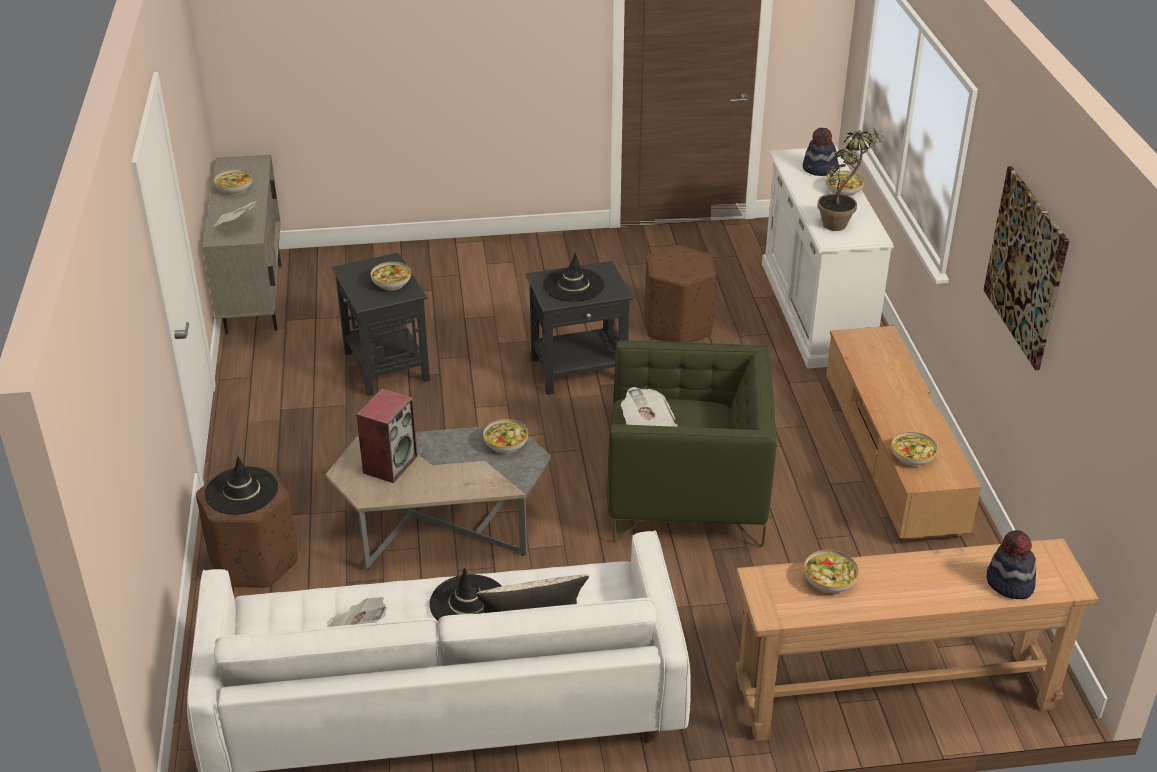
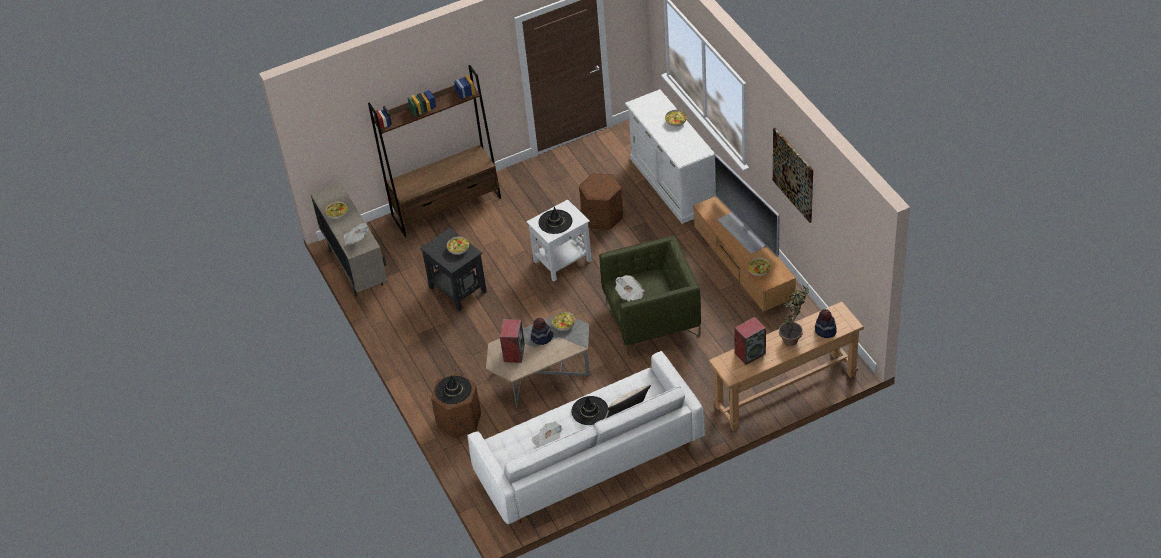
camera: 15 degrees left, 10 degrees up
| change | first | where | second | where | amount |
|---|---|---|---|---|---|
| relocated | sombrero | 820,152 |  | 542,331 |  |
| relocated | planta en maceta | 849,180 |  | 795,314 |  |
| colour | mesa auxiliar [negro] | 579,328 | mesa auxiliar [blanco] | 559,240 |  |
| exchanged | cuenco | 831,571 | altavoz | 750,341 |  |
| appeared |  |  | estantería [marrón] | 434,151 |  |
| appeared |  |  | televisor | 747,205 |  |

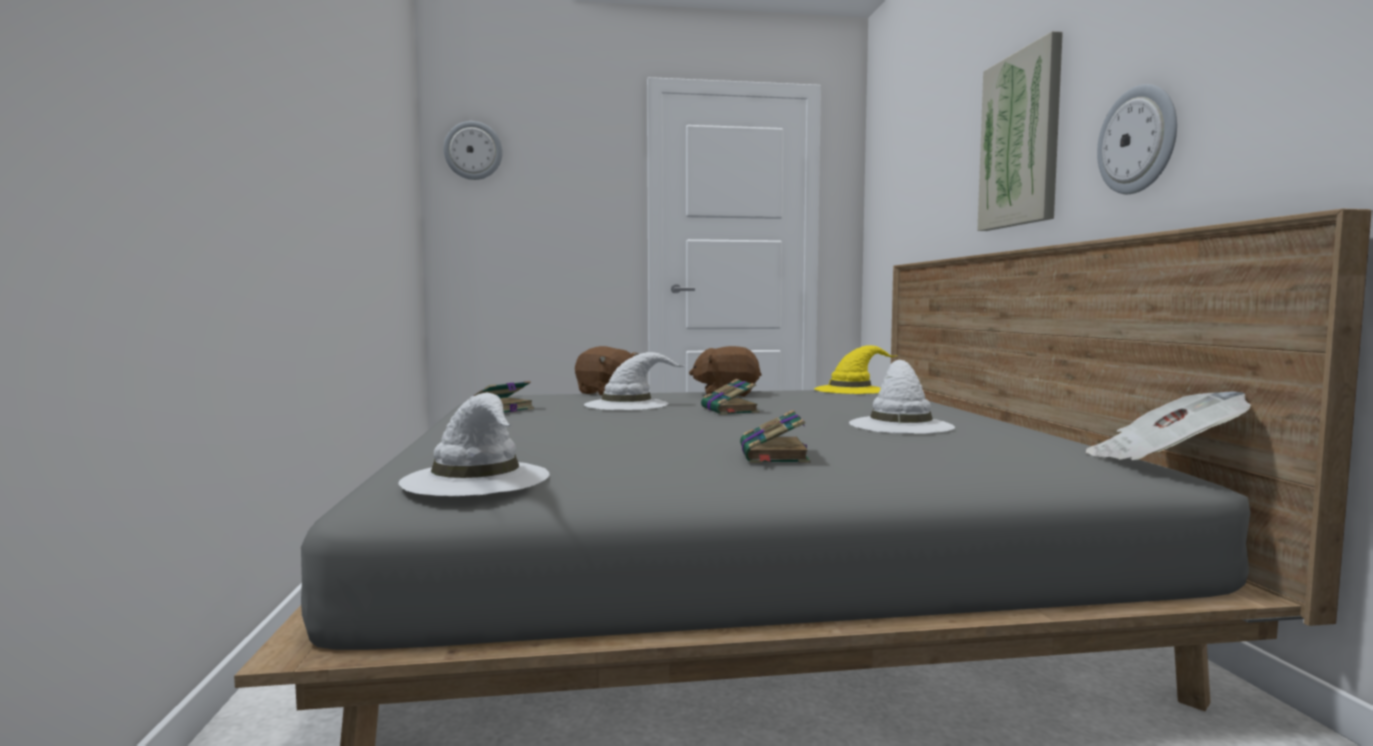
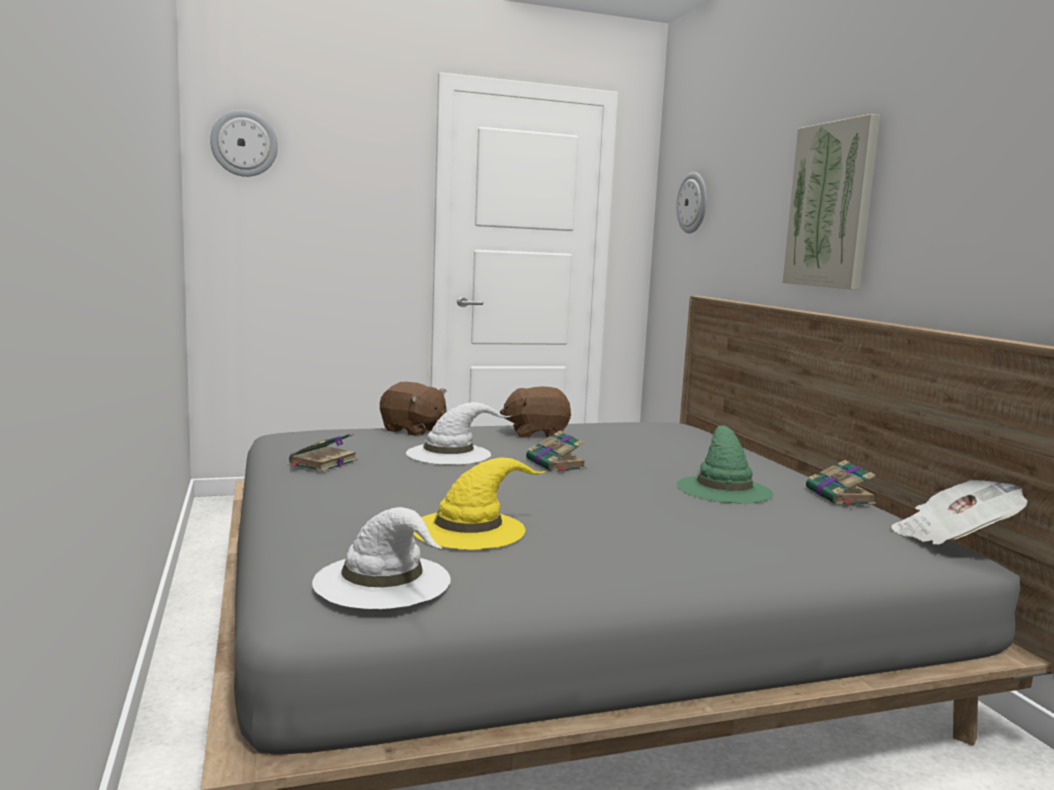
camera: 10 degrees left, 5 degrees up
| change | first | where | second | where | amount |
|---|---|---|---|---|---|
| relocated | reloj de pared | 1137,139 |  | 691,202 |  |
| relocated | sombrero [amarillo] | 855,369 |  | 480,503 |  |
| colour | sombrero [blanco] | 902,397 | sombrero [verde] | 725,464 |  |
| relocated | libro | 775,436 |  | 841,482 |  |

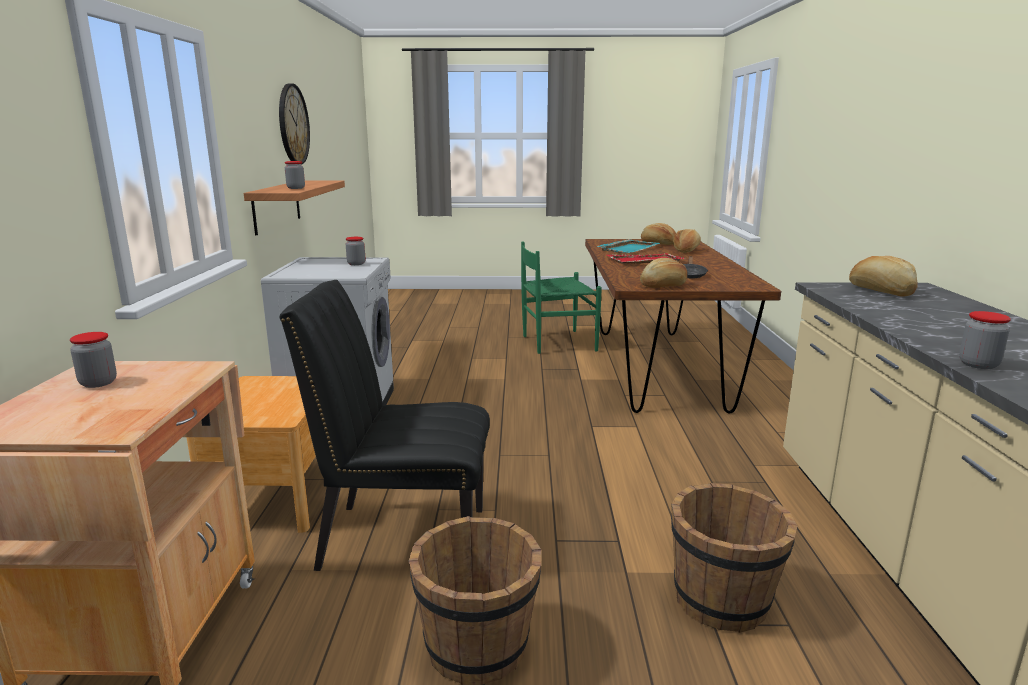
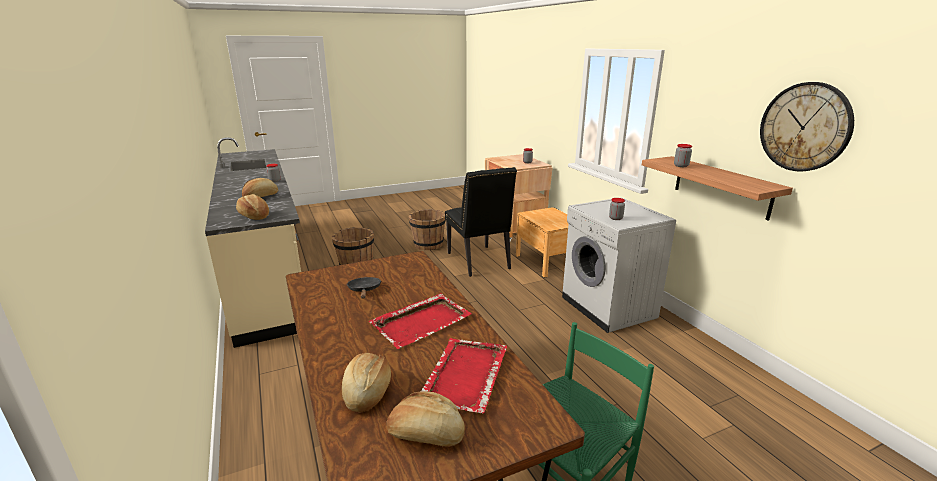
camera: 155 degrees right, 5 degrees up
| change | first | where | second | where | amount |
|---|---|---|---|---|---|
| colour | bandeja [turquesa] | 628,246 | bandeja [rojo] | 464,375 |  |
| relocated | pan | 663,273 |  | 260,187 |  |
| spun | silla [negro] | 385,425 |  | 481,222 | 90 degrees clockwise |

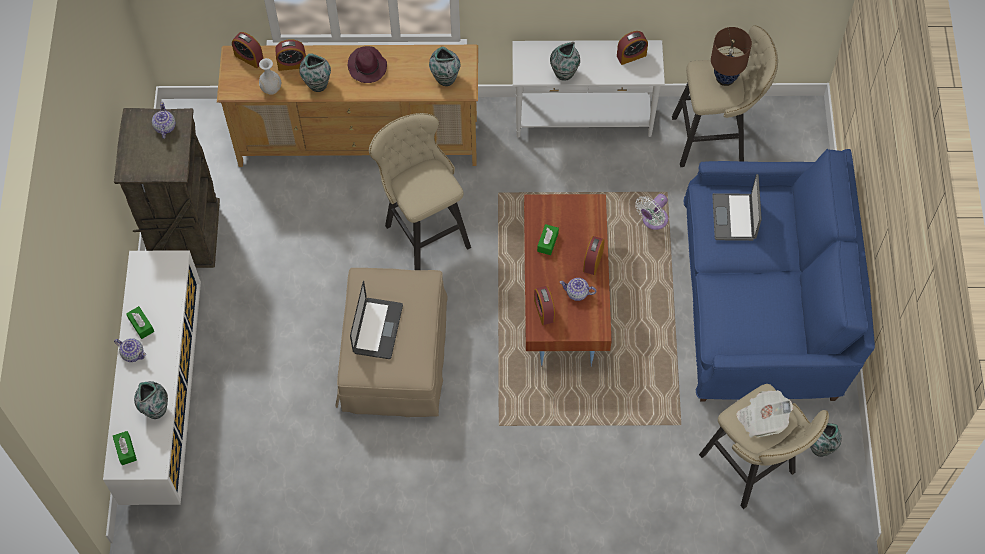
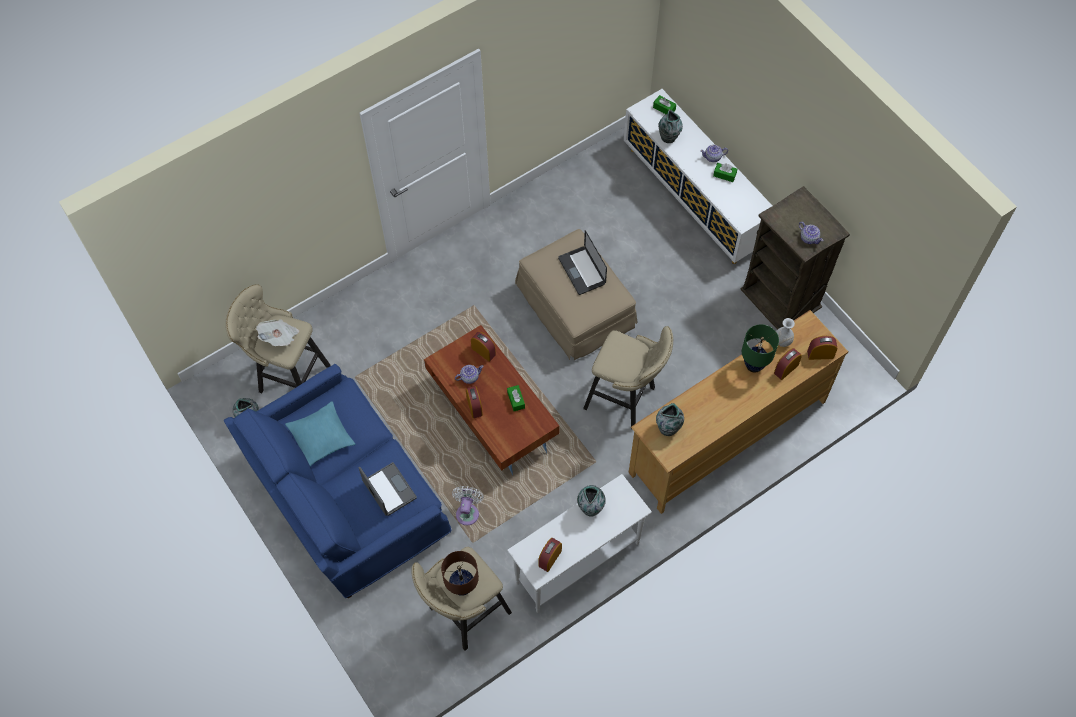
camera: 145 degrees right, 0 degrees up
| change | first | where | second | where | amount |
|---|---|---|---|---|---|
| missing | sombrero [morado] | 367,64 |  |  |  |
| exchanged | florero | 315,72 | lámpara de mesa [verde] | 760,348 |  |
| appeared |  |  | cojín [turquesa] | 320,433 |  |

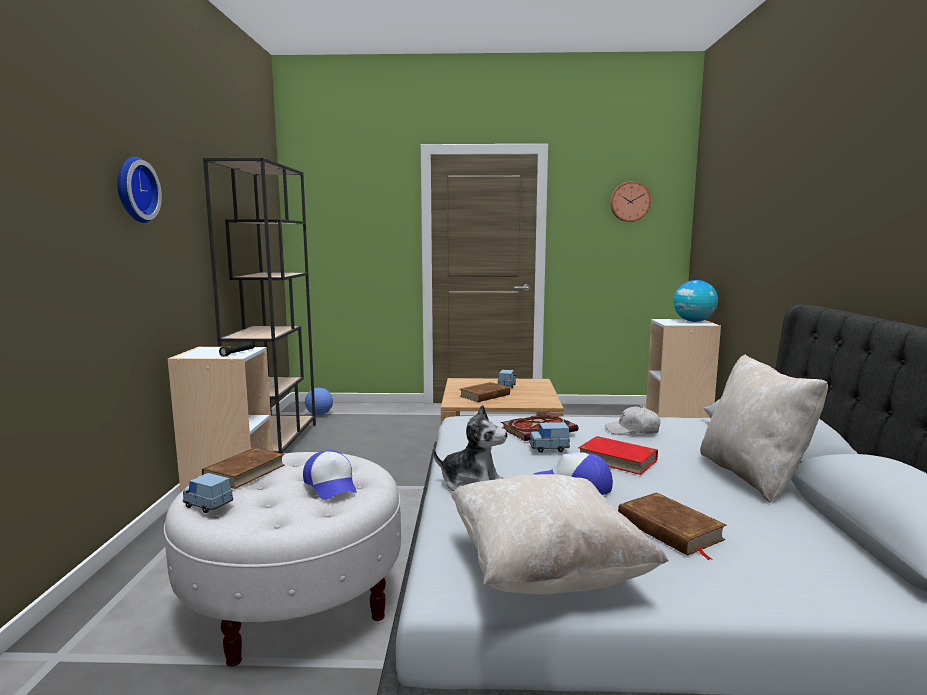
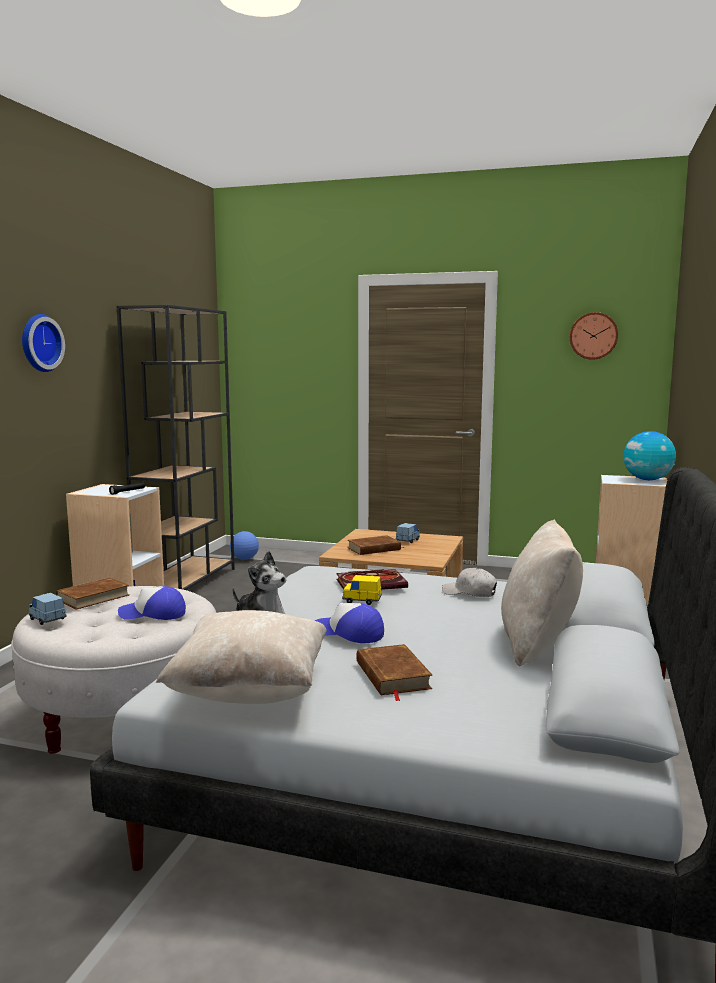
camera: 15 degrees right, 0 degrees up
| change | first | where | second | where | amount |
|---|---|---|---|---|---|
| colour | coche de juguete [azul] | 549,437 | coche de juguete [amarillo] | 362,590 |  |
| missing | libro [rojo] | 618,455 |  |  |  |
| spun | gorra | 330,475 |  | 152,603 | 105 degrees clockwise |

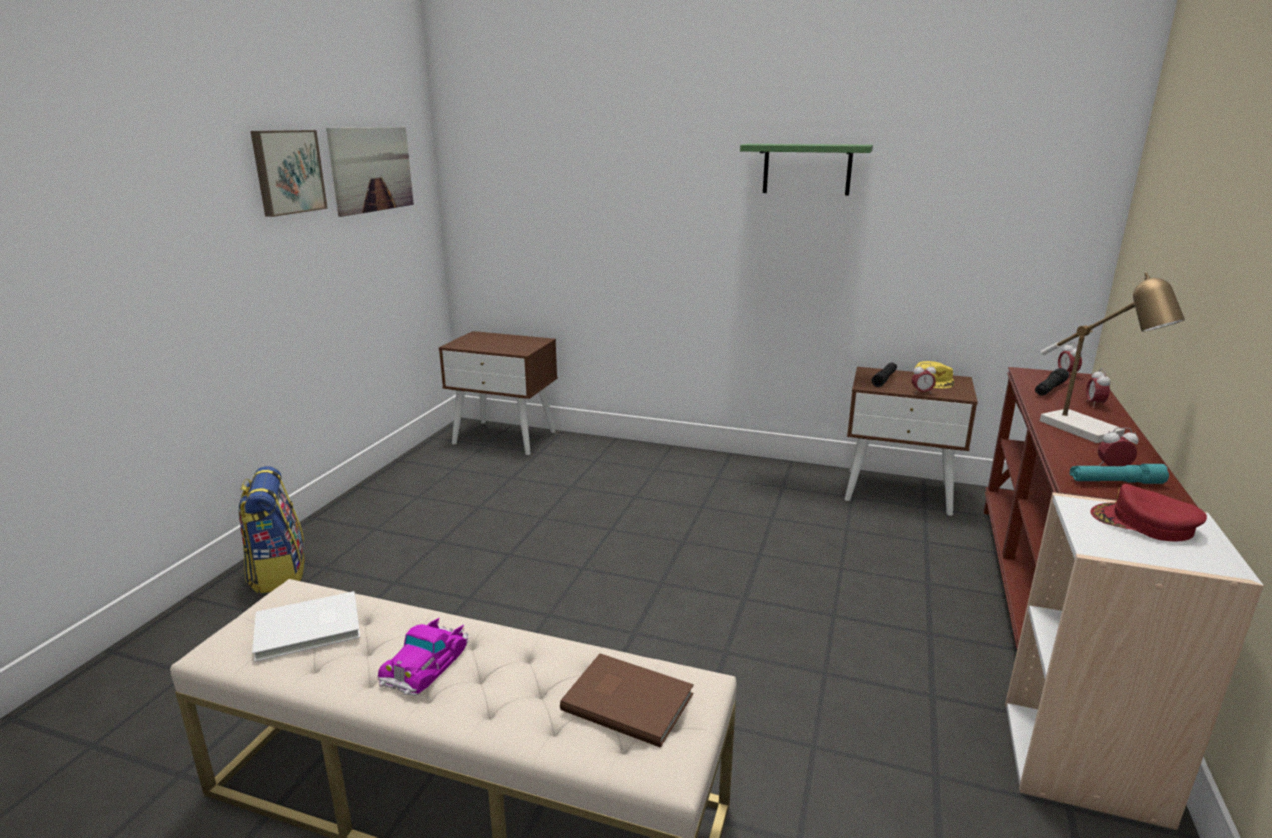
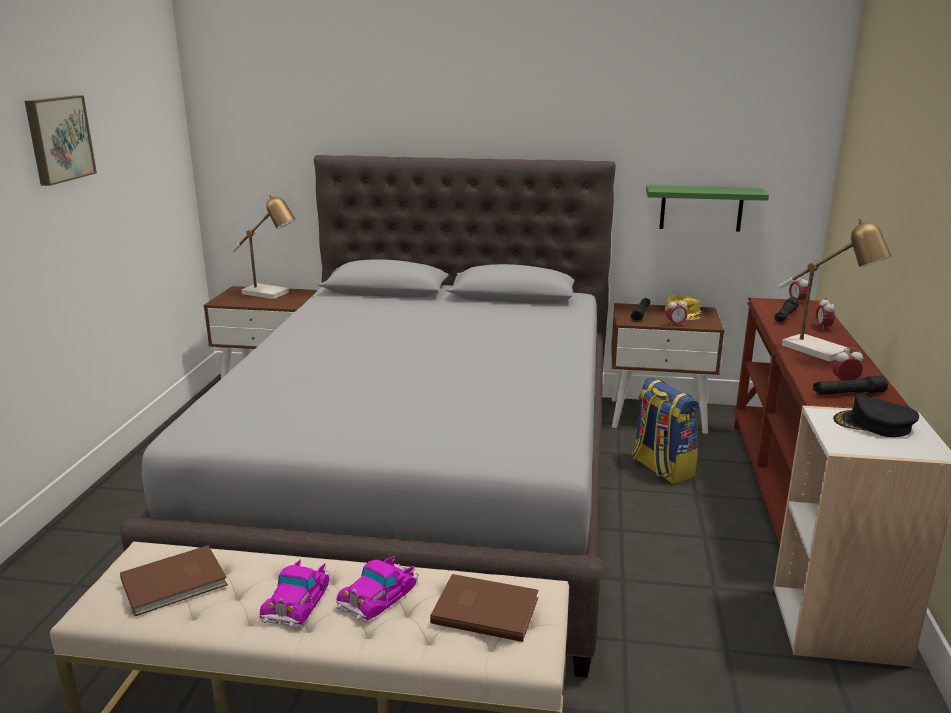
camera: 10 degrees left, 0 degrees up
| change | first | where | second | where | amount |
|---|---|---|---|---|---|
| missing | cuadro | 370,172 |  |  |  |
| relocated | estante [verde] | 806,169 |  | 707,208 |  |
| colour | linterna [turquesa] | 1119,474 | linterna [negro] | 850,385 |  |
| relocated | mochila | 271,529 |  | 665,430 |  |
| colour | gorra [rojo] | 1148,513 | gorra [negro] | 876,415 |  |
| colour | libro [blanco] | 306,626 | libro [marrón] | 174,580 |  |
| appeared |  |  | cama [gris] | 368,416 |  |
| appeared |  |  | lámpara de mesa | 263,246 |  |
| appeared |  |  | coche de juguete | 377,589 |  |

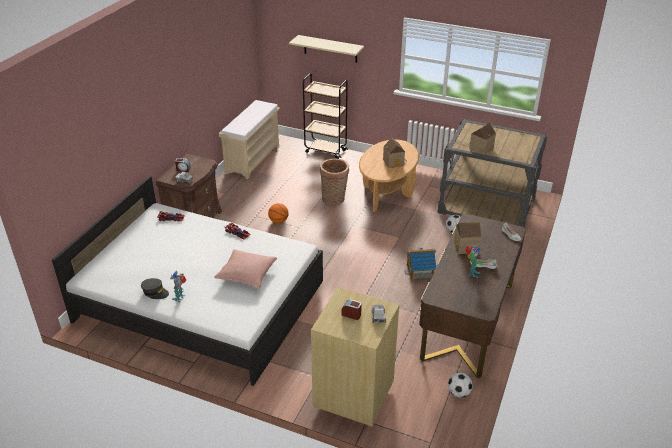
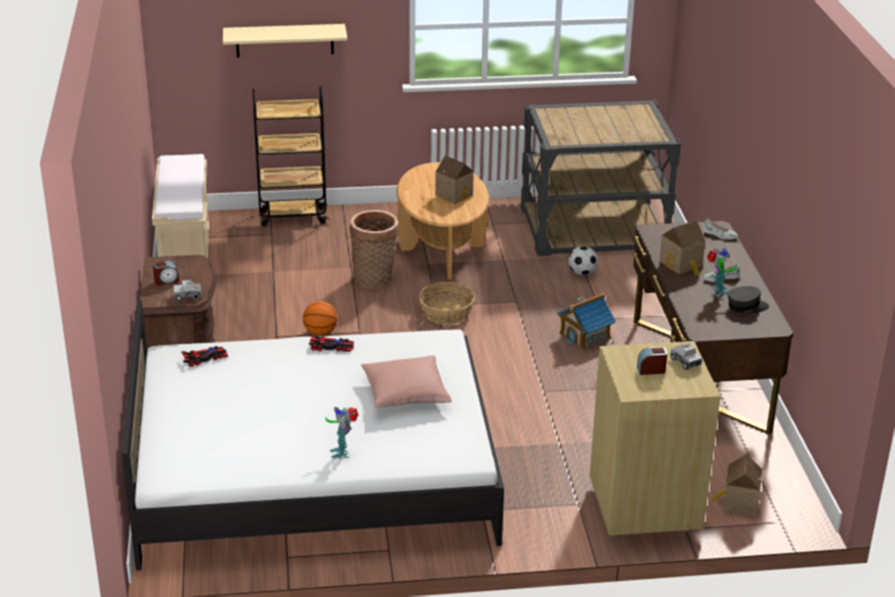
camera: 30 degrees left, 5 degrees down
| change | first | where | second | where | amount |
|---|---|---|---|---|---|
| relocated | casita | 482,139 |  | 737,485 |  |
| relocated | gorra [gris] | 155,288 |  | 748,300 |  |
| missing | balón de fútbol | 460,385 |  |  |  |
| appeared |  |  | cesta | 447,303 |  |

